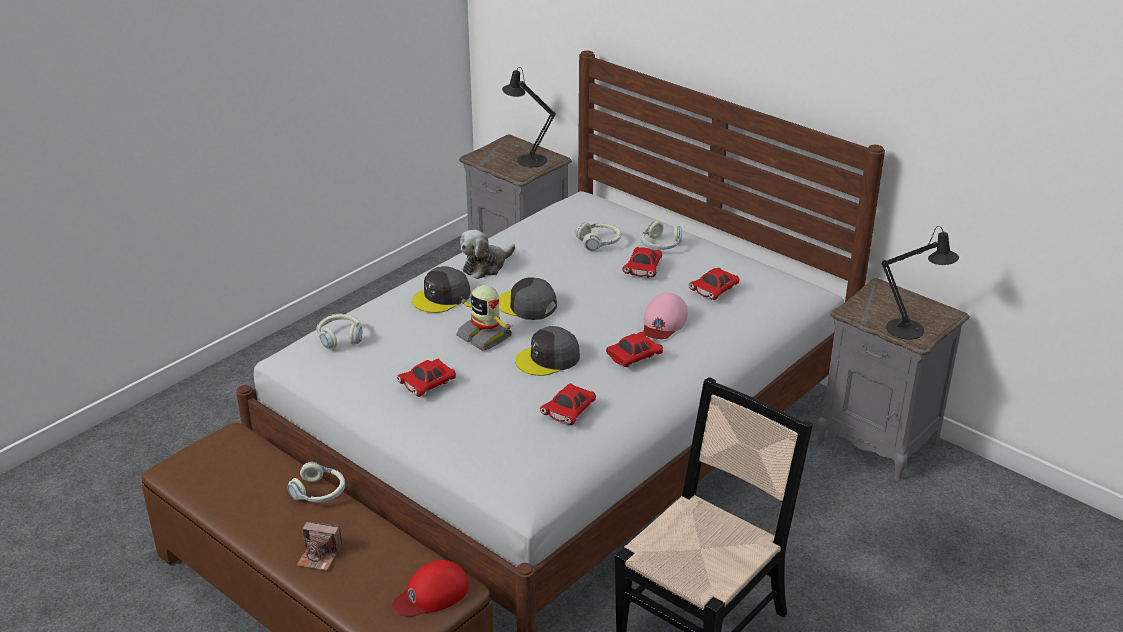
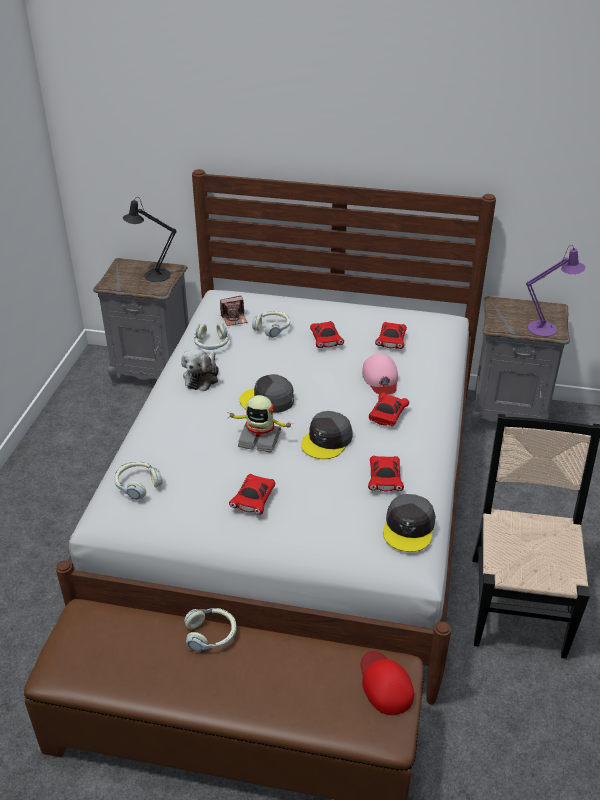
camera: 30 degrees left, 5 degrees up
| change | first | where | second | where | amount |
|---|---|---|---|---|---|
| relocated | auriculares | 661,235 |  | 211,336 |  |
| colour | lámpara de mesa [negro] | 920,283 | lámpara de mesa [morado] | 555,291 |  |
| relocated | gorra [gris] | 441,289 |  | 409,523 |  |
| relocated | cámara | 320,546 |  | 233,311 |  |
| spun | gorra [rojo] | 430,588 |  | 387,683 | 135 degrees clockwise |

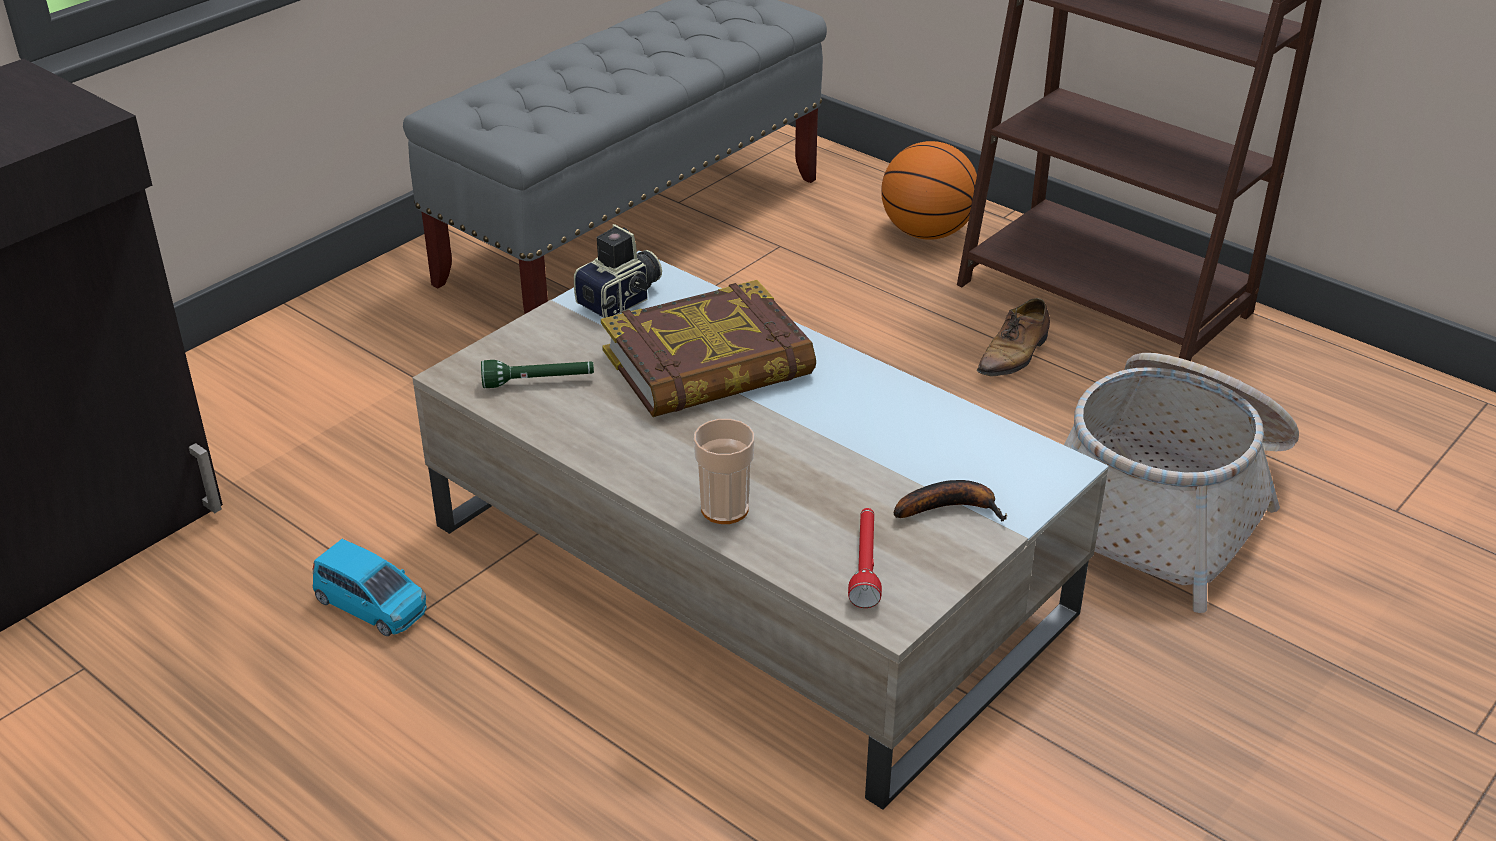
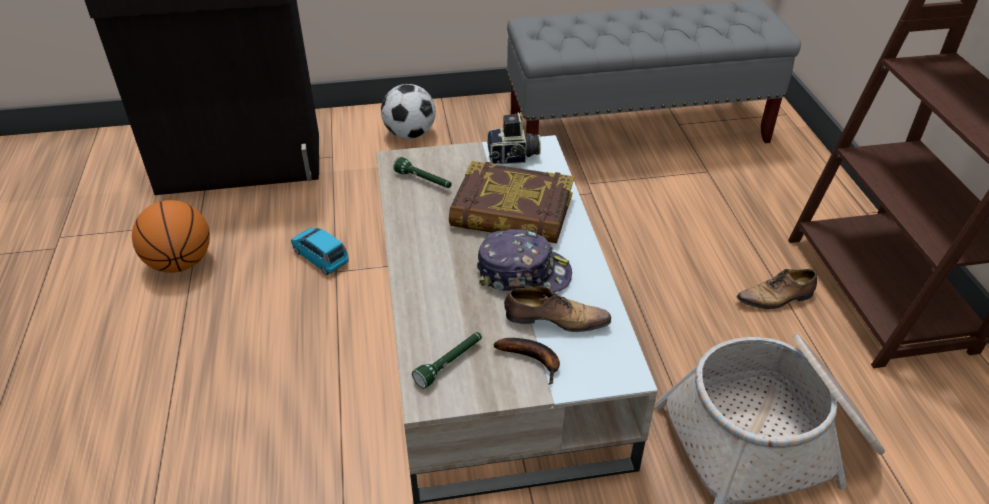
camera: 40 degrees right, 5 degrees up
| change | first | where | second | where | amount |
|---|---|---|---|---|---|
| relocated | balón de baloncesto | 929,190 |  | 171,236 |  |
| missing | taza | 724,471 |  |  |  |
| colour | linterna [rojo] | 865,558 | linterna [verde] | 447,360 |  |
| spun | coche de juguete [azul] | 370,587 |  | 320,251 | 150 degrees clockwise |
| appeared |  |  | balón de fútbol | 408,111 |  |
| appeared |  |  | gorra | 524,260 |  |
| appeared |  |  | zapato | 557,309 |  |

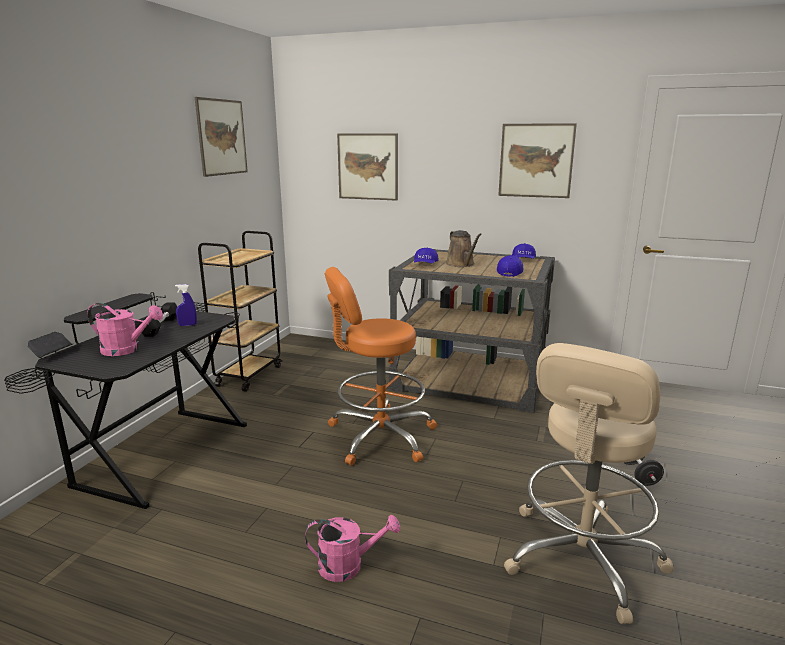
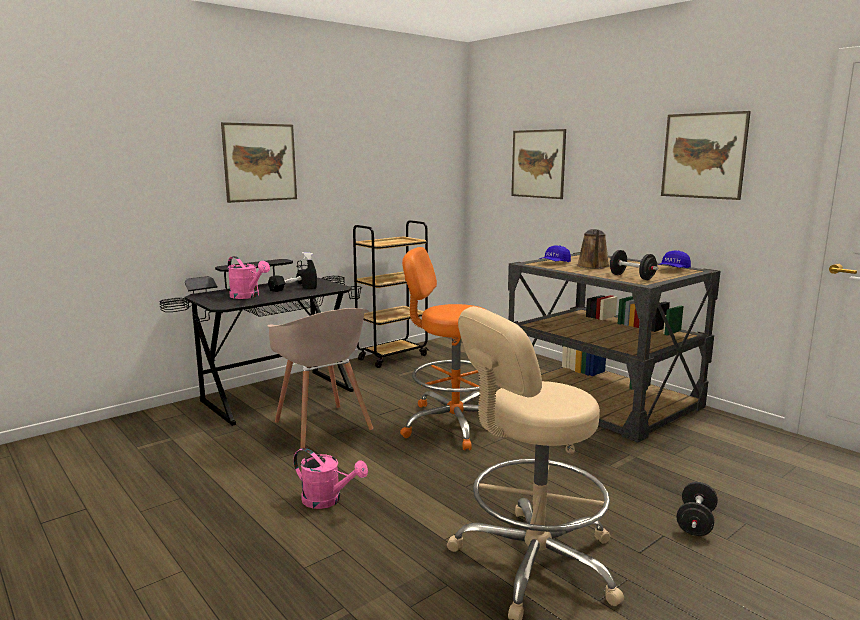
camera: 30 degrees right, 5 degrees down
| change | first | where | second | where | amount |
|---|---|---|---|---|---|
| relocated | cuadro | 221,137 |  | 259,162 |  |
| exchanged | gorra [azul] | 510,266 | mancuerna [negro] | 633,265 |  |
| colour | pulverizador [azul] | 186,305 | pulverizador [negro] | 309,270 |  |
| appeared |  |  | silla [beis] | 320,378 |  |

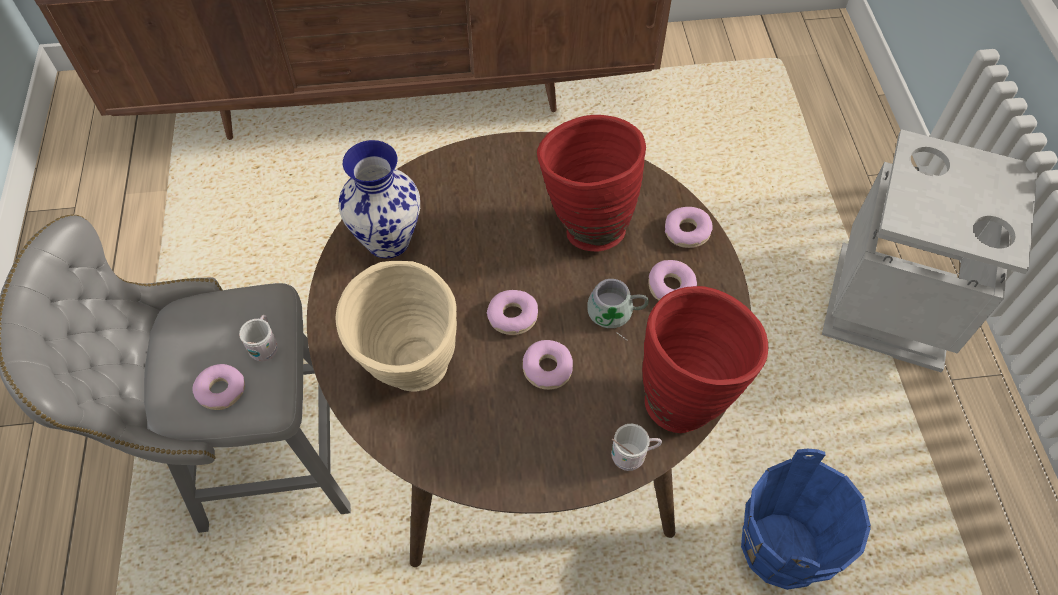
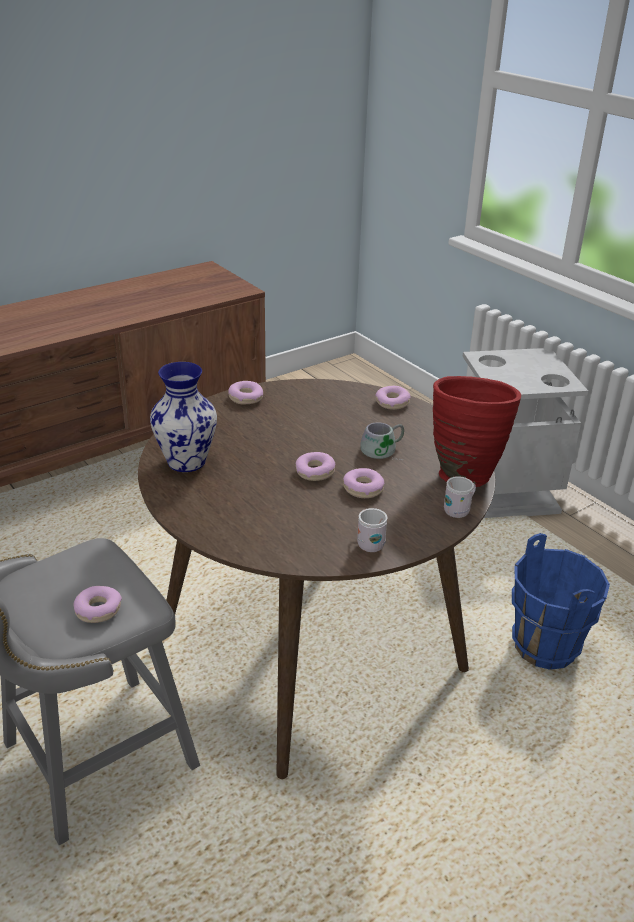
camera: 30 degrees left, 25 degrees down
| change | first | where | second | where | amount |
|---|---|---|---|---|---|
| missing | florero [rojo] | 591,183 |  |  |  |
| relocated | rosquilla | 672,280 |  | 245,392 |  |
| missing | florero [beis] | 396,326 |  |  |  |
| relocated | taza grande [blanco] | 258,338 |  | 372,530 |  |

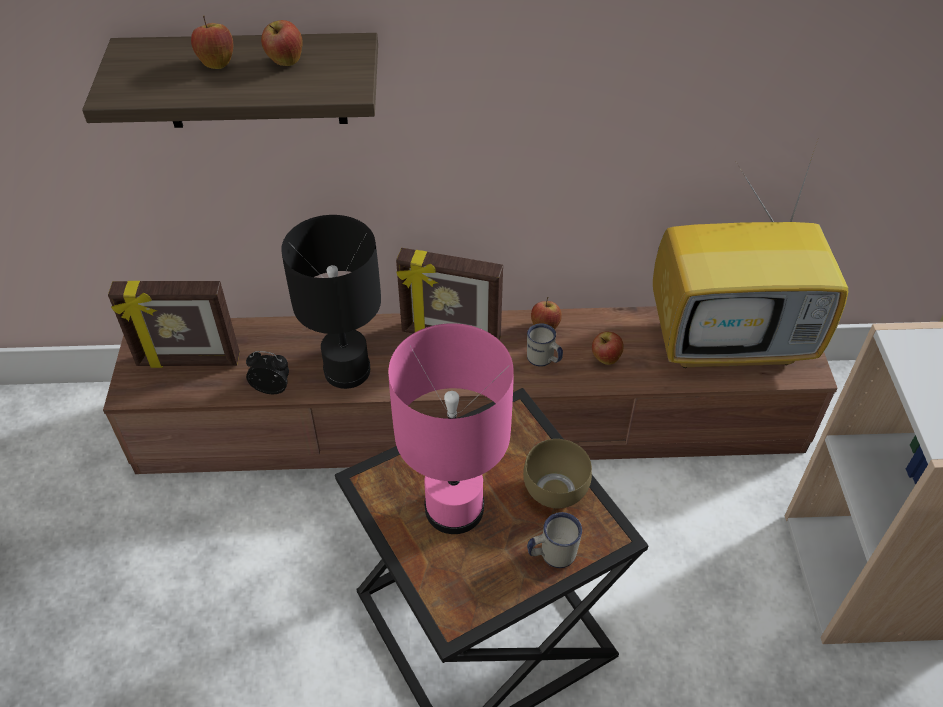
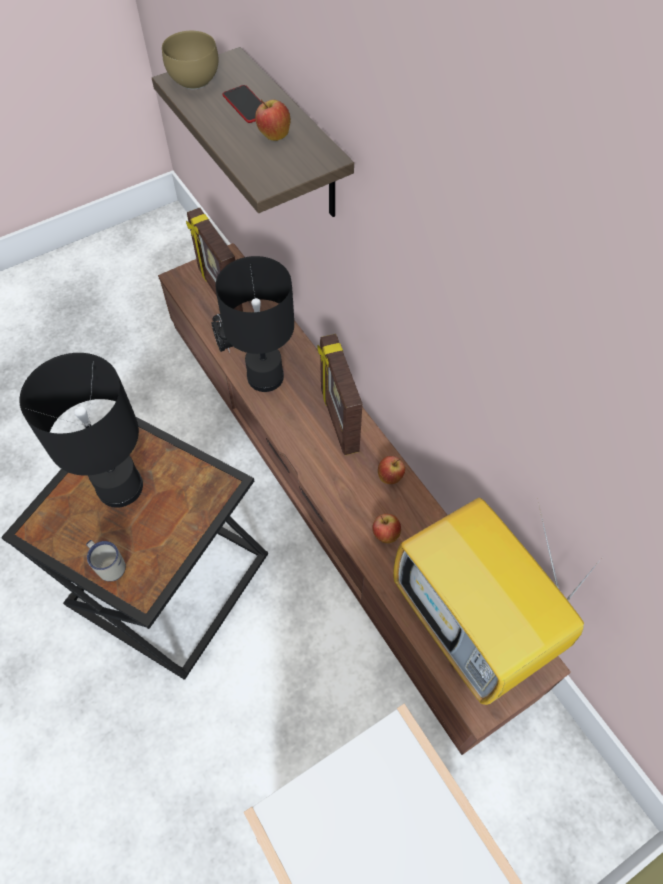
camera: 60 degrees right, 10 degrees up
| change | first | where | second | where | amount |
|---|---|---|---|---|---|
| exchanged | manzana | 212,42 | móvil | 243,104 |  |
| colour | lámpara de mesa [rosa] | 451,428 | lámpara de mesa [negro] | 81,430 |  |
| missing | taza grande [blanco] | 545,345 |  |  |  |
| relocated | cuenco [marrón] | 557,474 |  | 190,60 |  |

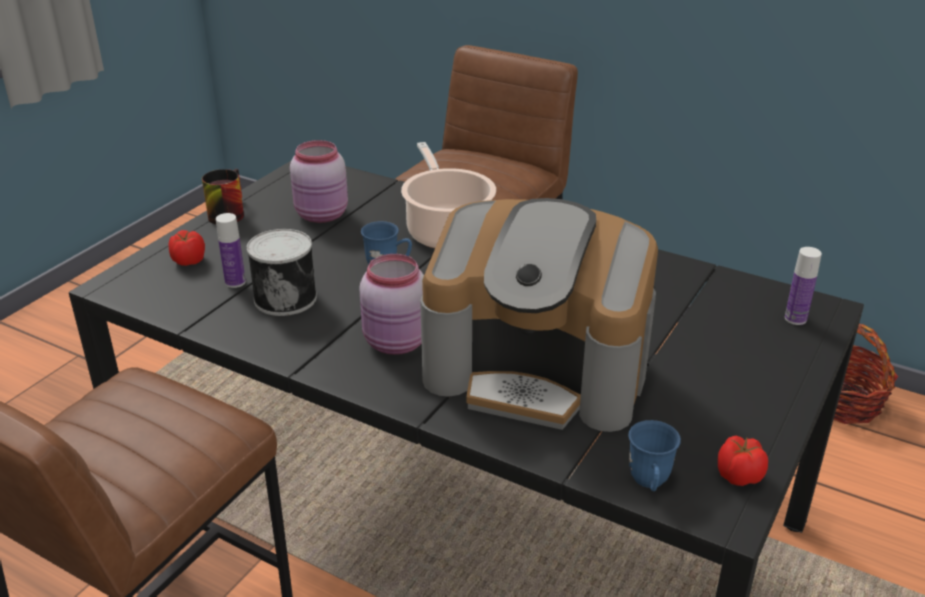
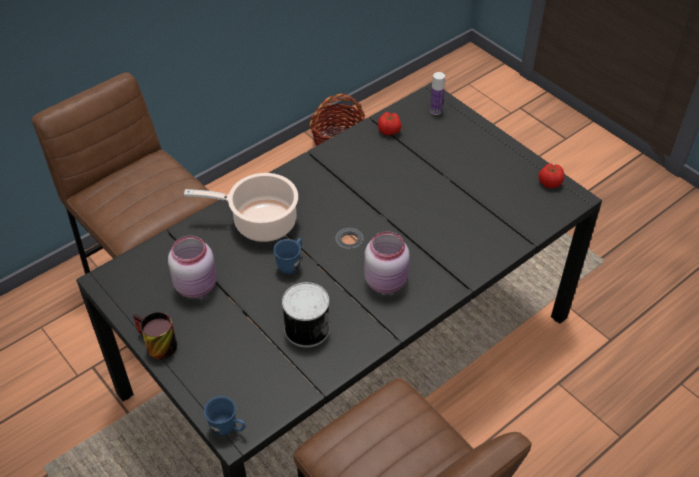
camera: 70 degrees left, 15 degrees up
| change | first | where | second | where | amount |
|---|---|---|---|---|---|
| missing | cafetera | 539,315 |  |  |  |
| missing | botella | 231,250 |  |  |  |
| relocated | tomate | 187,248 |  | 390,123 |  |
| relocated | taza grande [azul] | 654,456 |  | 225,416 |  |

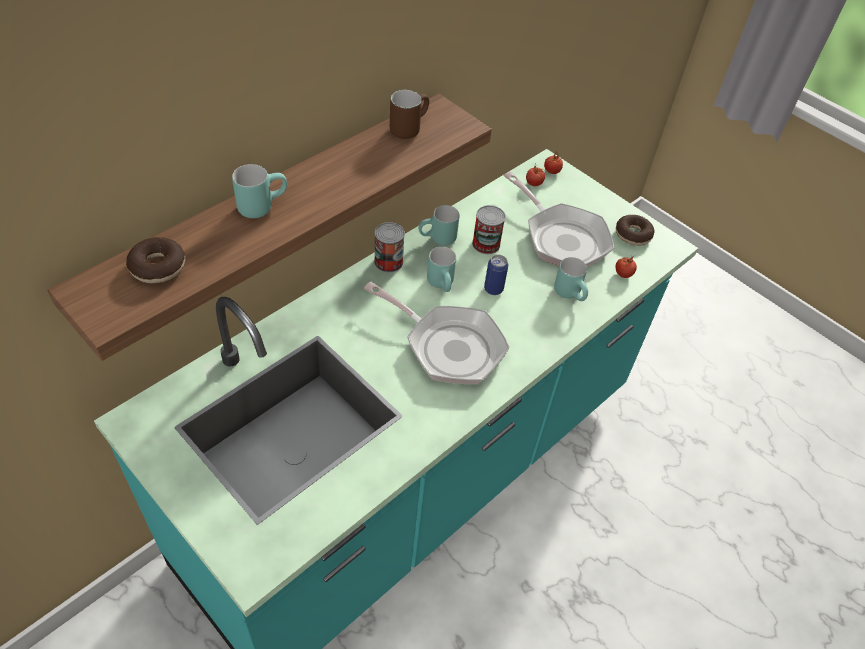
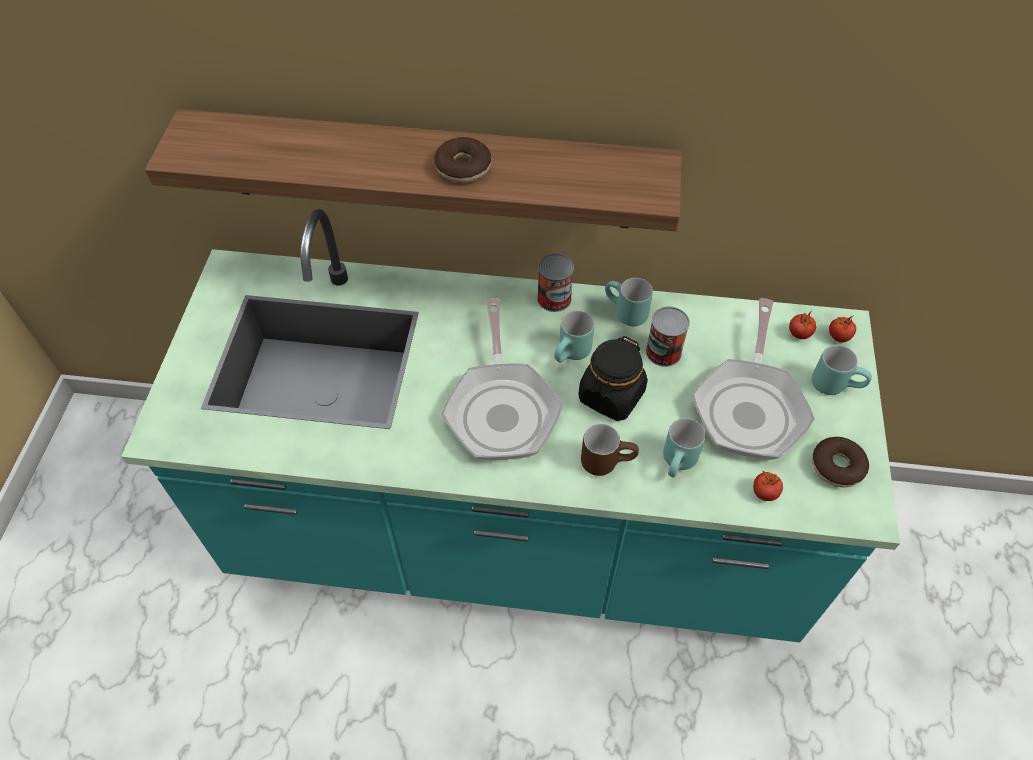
camera: 55 degrees right, 5 degrees up
| change | first | where | second | where | amount |
|---|---|---|---|---|---|
| relocated | taza grande [marrón] | 409,114 |  | 610,450 |  |
| relocated | taza grande [turquesa] | 259,191 |  | 842,370 |  |
| relocated | rosquilla | 155,260 |  | 462,160 |  |
| exchanged | lata | 496,275 | tarro [negro] | 613,378 |  |

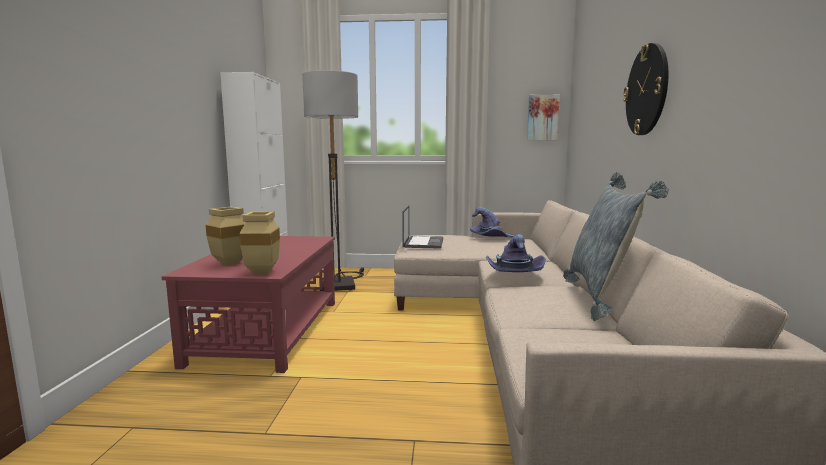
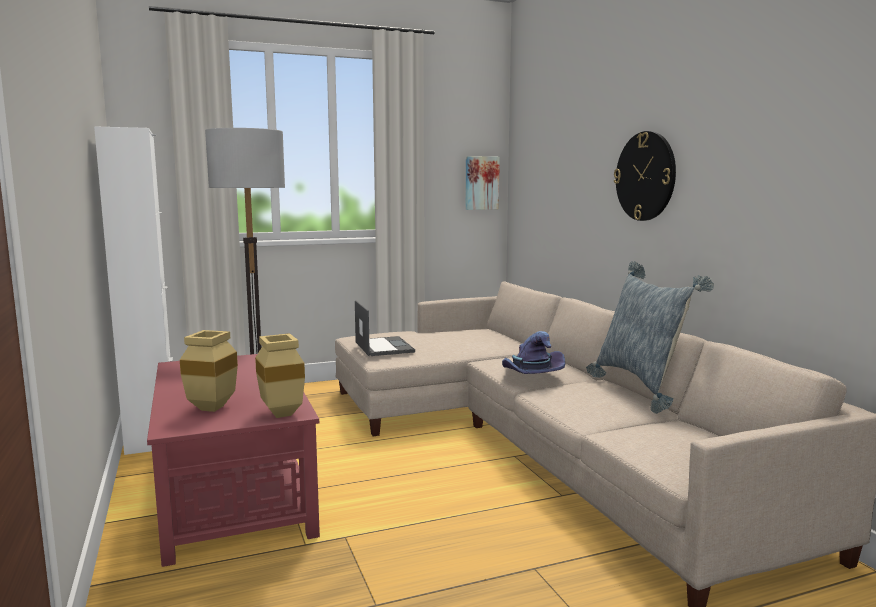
camera: 25 degrees left, 0 degrees up
| change | first | where | second | where | amount |
|---|---|---|---|---|---|
| missing | sombrero [morado] | 492,222 |  |  |  |

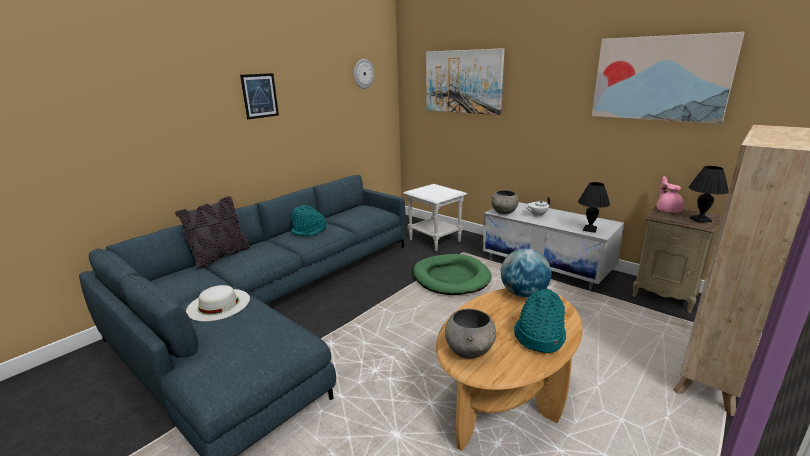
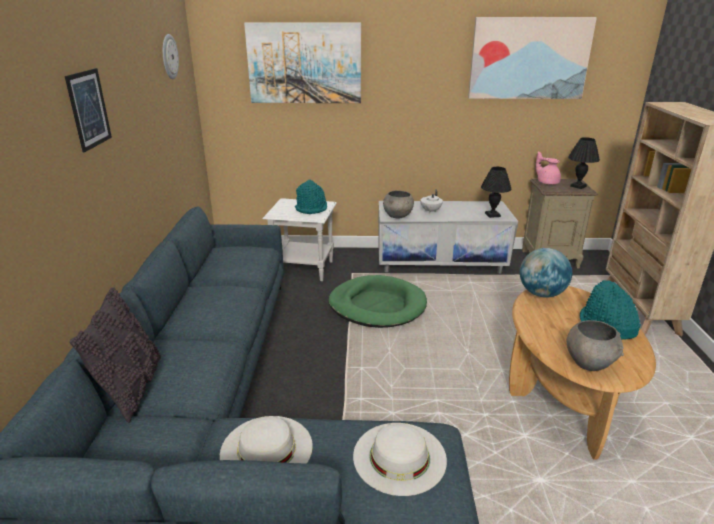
camera: 40 degrees left, 5 degrees up
| change | first | where | second | where | amount |
|---|---|---|---|---|---|
| relocated | sombrero [turquesa] | 308,220 |  | 311,197 |  |
| appeared |  |  | sombrero [blanco] | 400,459 |  |

